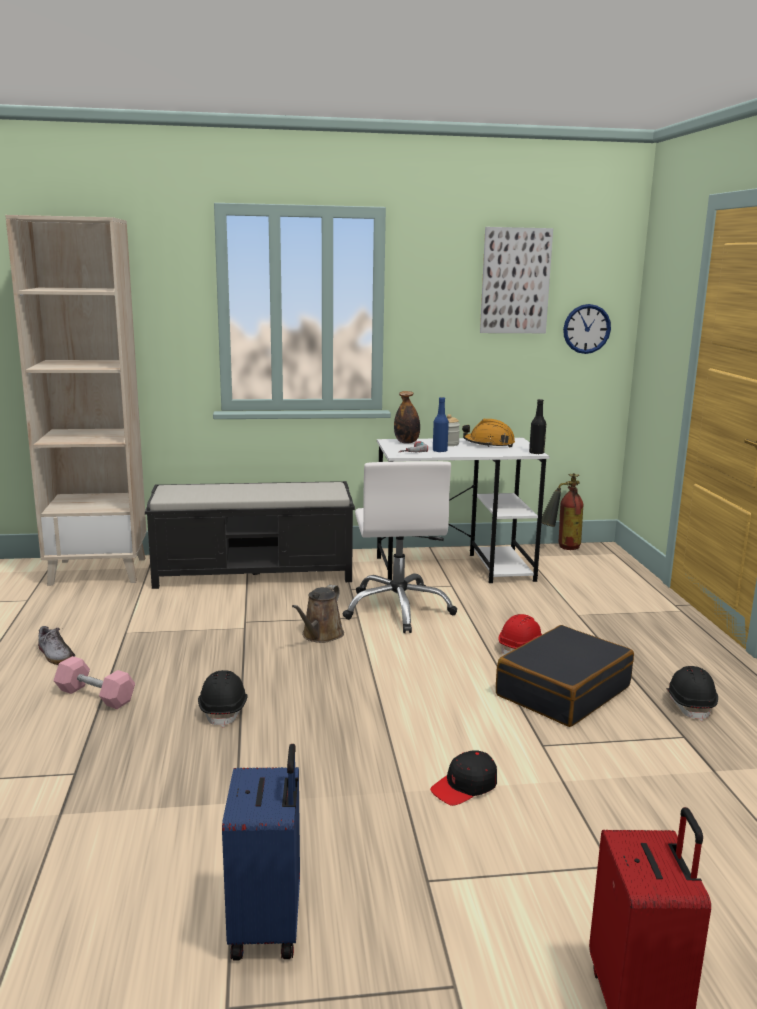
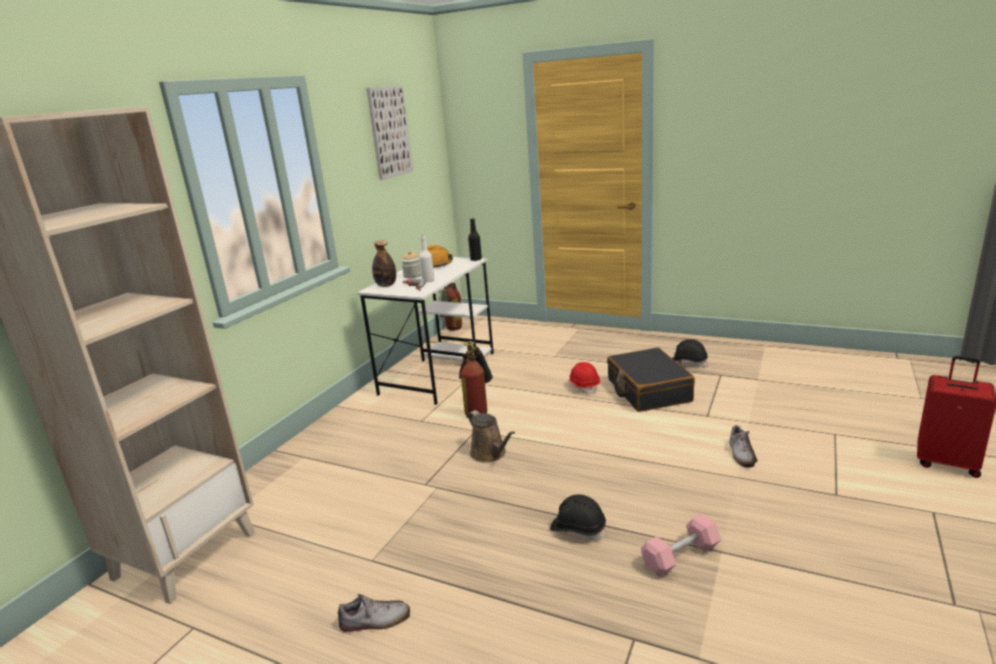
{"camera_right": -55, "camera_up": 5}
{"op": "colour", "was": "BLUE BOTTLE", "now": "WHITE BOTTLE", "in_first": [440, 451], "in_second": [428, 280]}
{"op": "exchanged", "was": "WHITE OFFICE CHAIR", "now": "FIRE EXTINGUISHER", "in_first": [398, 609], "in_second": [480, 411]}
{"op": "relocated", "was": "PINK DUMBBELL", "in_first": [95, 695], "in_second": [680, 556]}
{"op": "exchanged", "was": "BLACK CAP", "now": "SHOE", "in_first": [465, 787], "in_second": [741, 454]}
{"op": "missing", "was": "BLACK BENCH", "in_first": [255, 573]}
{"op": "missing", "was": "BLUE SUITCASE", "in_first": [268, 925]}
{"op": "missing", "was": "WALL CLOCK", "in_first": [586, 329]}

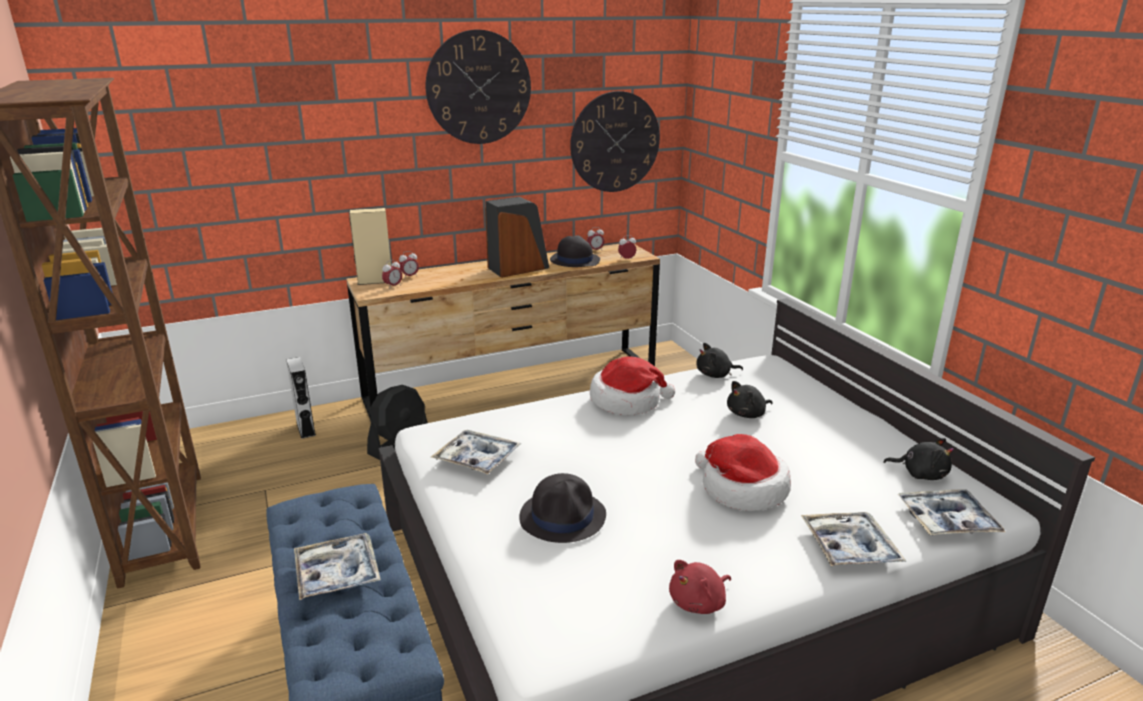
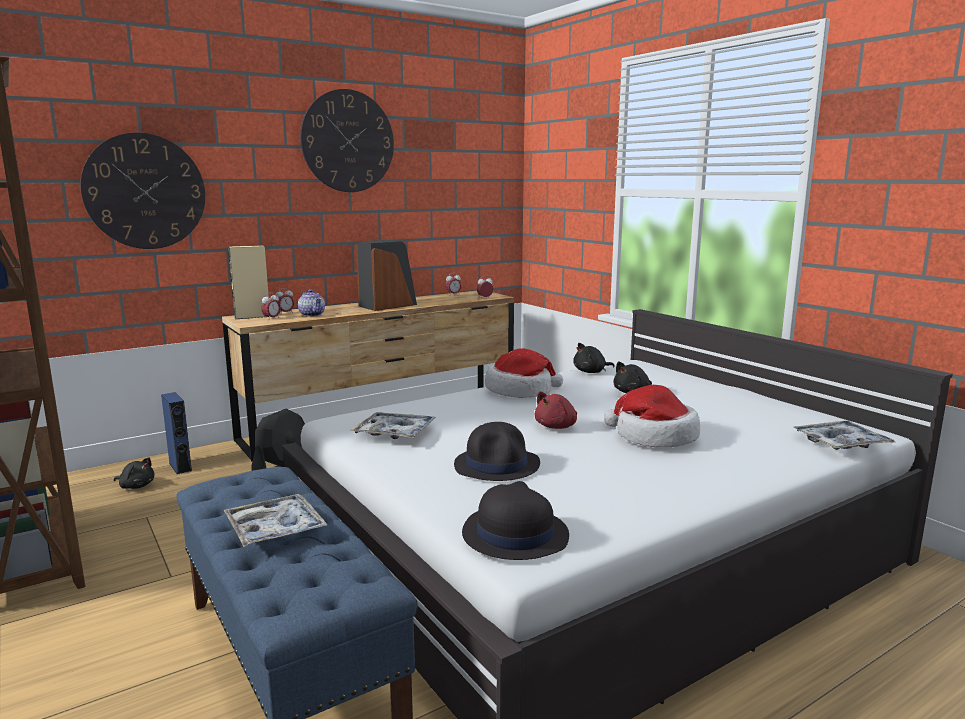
{"camera_right": -10, "camera_up": -10}
{"op": "relocated", "was": "WALL CLOCK", "in_first": [615, 142], "in_second": [145, 191]}
{"op": "relocated", "was": "BLACK PLUSH TOY", "in_first": [920, 474], "in_second": [136, 486]}
{"op": "colour", "was": "GREY SPEAKER", "now": "BLUE SPEAKER", "in_first": [306, 429], "in_second": [180, 467]}
{"op": "appeared", "now": "TEAPOT", "in_second": [312, 314]}
{"op": "relocated", "was": "BLACK HAT", "in_first": [574, 260], "in_second": [514, 534]}
{"op": "relocated", "was": "RED PLUSH TOY", "in_first": [699, 602], "in_second": [557, 426]}
{"op": "missing", "was": "TRAY", "in_first": [849, 547]}

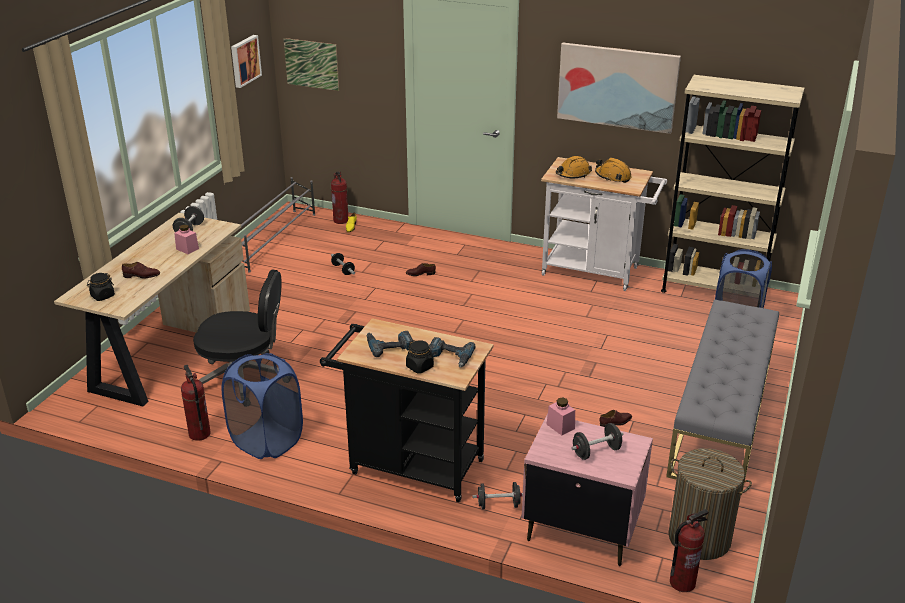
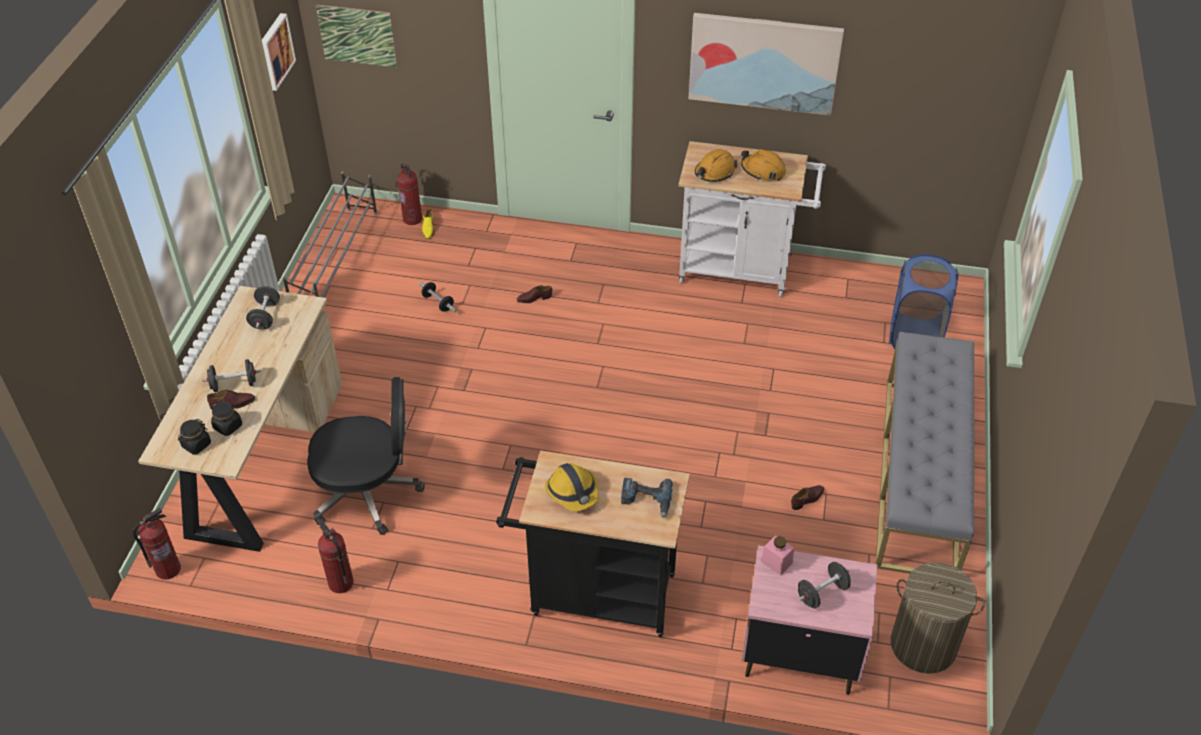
{"camera_right": -10, "camera_up": 15}
{"op": "relocated", "was": "FIRE EXTINGUISHER", "in_first": [682, 582], "in_second": [168, 569]}
{"op": "relocated", "was": "BLACK DUMBBELL", "in_first": [498, 505], "in_second": [234, 384]}
{"op": "relocated", "was": "BLACK JAR", "in_first": [420, 367], "in_second": [228, 426]}
{"op": "exchanged", "was": "POWER DRILL", "now": "HARD HAT", "in_first": [389, 345], "in_second": [573, 492]}
{"op": "missing", "was": "PINK JAR", "in_first": [187, 249]}
{"op": "missing", "was": "BLUE LAUNDRY BASKET", "in_first": [266, 441]}
{"op": "missing", "was": "BEIGE BOOKCASE", "in_first": [713, 290]}

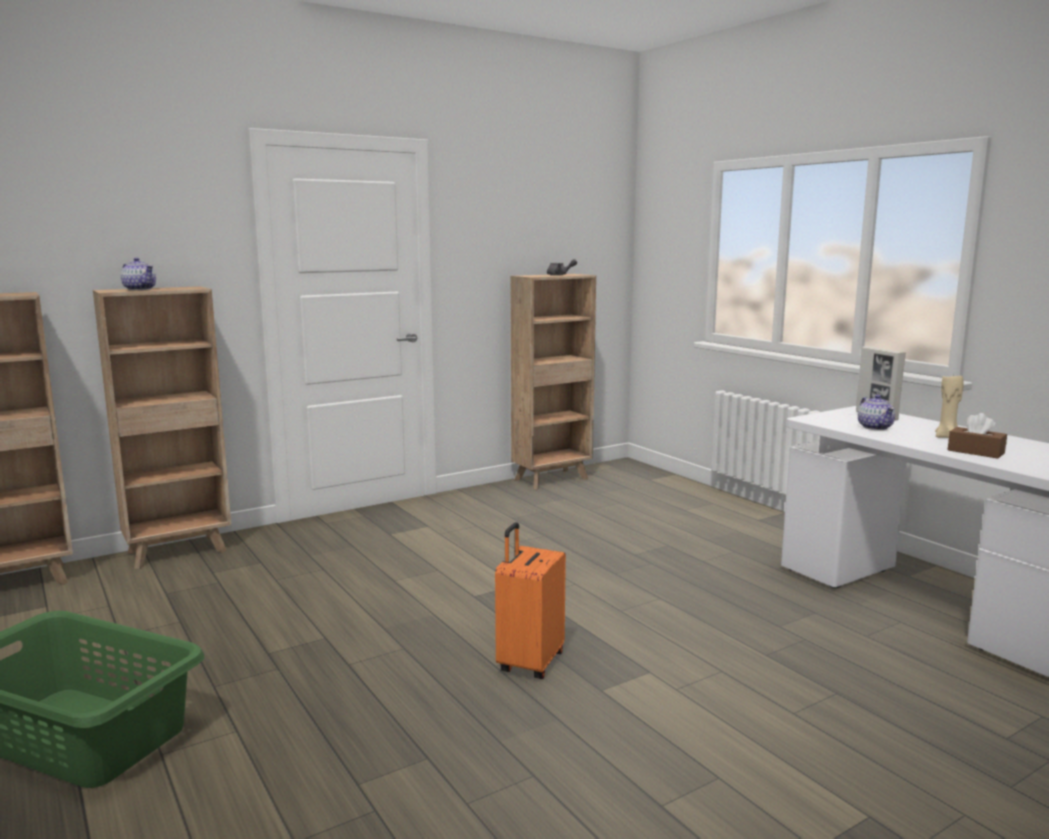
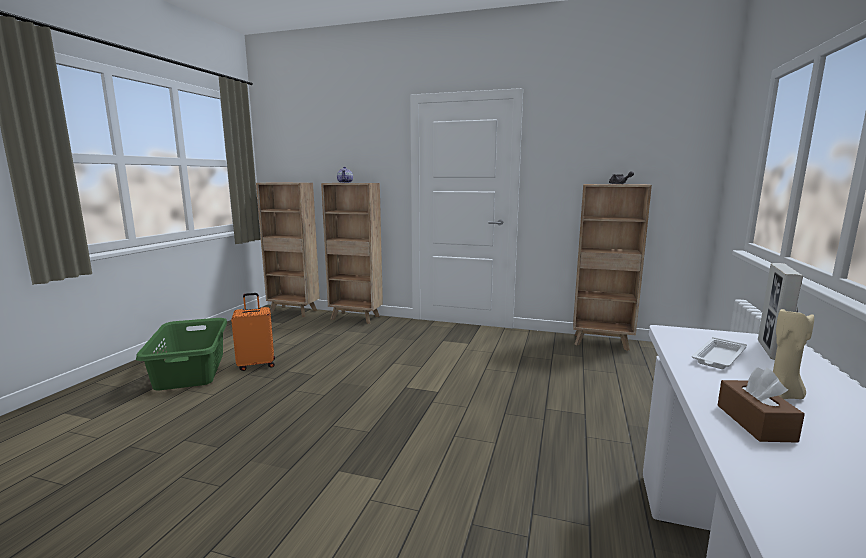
{"camera_right": 50, "camera_up": 0}
{"op": "relocated", "was": "ORANGE SUITCASE", "in_first": [529, 663], "in_second": [257, 364]}
{"op": "exchanged", "was": "TEAPOT", "now": "WHITE TRAY", "in_first": [875, 427], "in_second": [718, 358]}

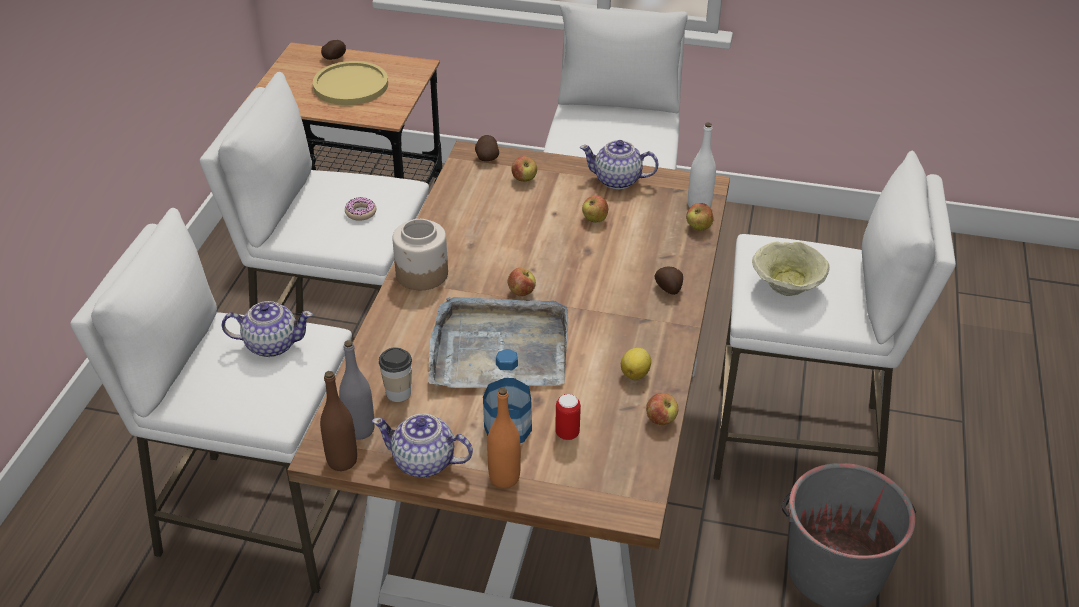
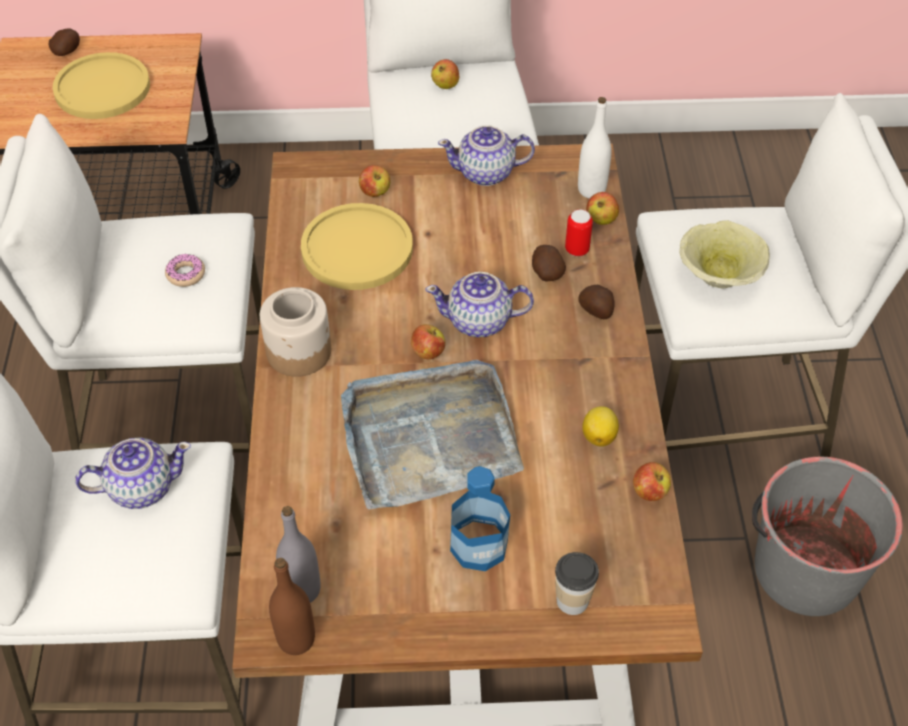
{"camera_right": -15, "camera_up": 10}
{"op": "appeared", "now": "YELLOW PLATE", "in_second": [357, 248]}
{"op": "relocated", "was": "TEAPOT", "in_first": [424, 462], "in_second": [480, 321]}
{"op": "relocated", "was": "APPLE", "in_first": [595, 219], "in_second": [445, 85]}
{"op": "relocated", "was": "POTATO", "in_first": [487, 157], "in_second": [546, 272]}
{"op": "relocated", "was": "CUP", "in_first": [398, 393], "in_second": [572, 600]}
{"op": "relocated", "was": "CAN", "in_first": [567, 433], "in_second": [577, 250]}
{"op": "missing", "was": "ORANGE BOTTLE", "in_first": [504, 477]}

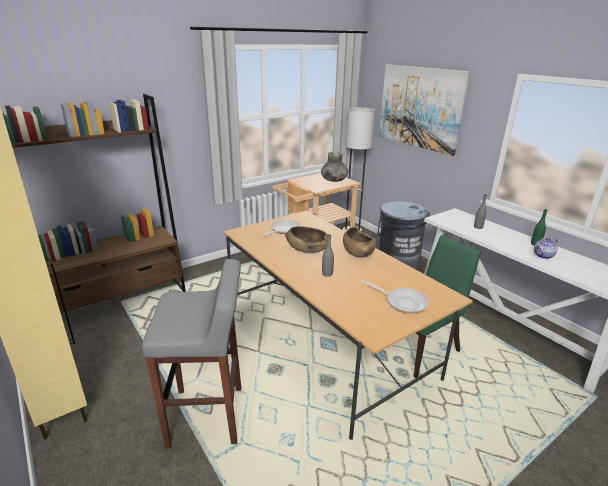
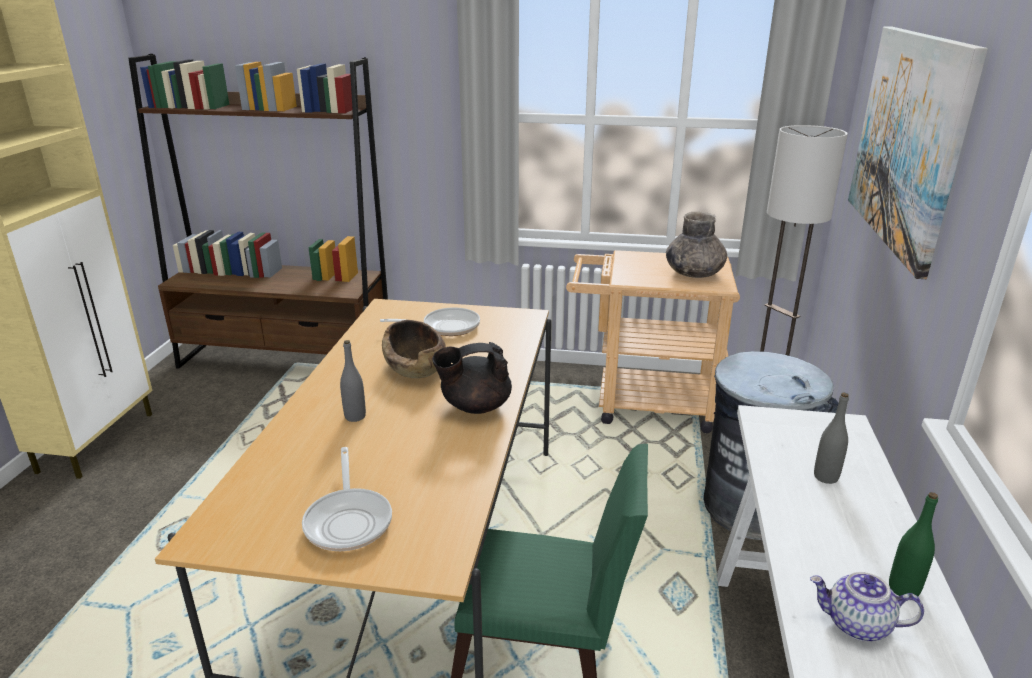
{"camera_right": 45, "camera_up": 0}
{"op": "exchanged", "was": "BROWN BOWL", "now": "BLACK TEAPOT", "in_first": [358, 251], "in_second": [475, 406]}
{"op": "missing", "was": "GREY STOOL", "in_first": [208, 416]}

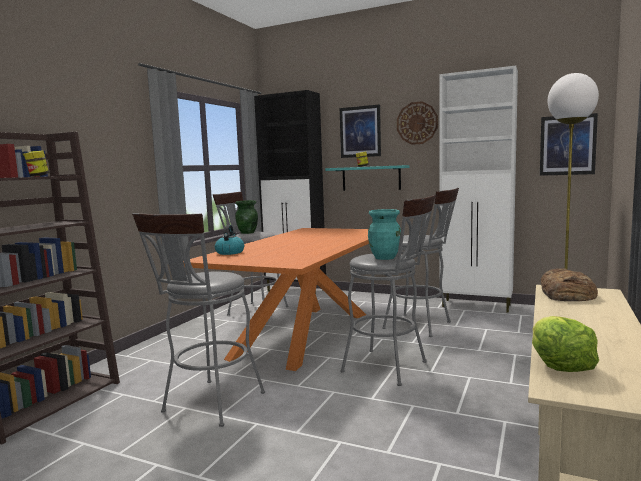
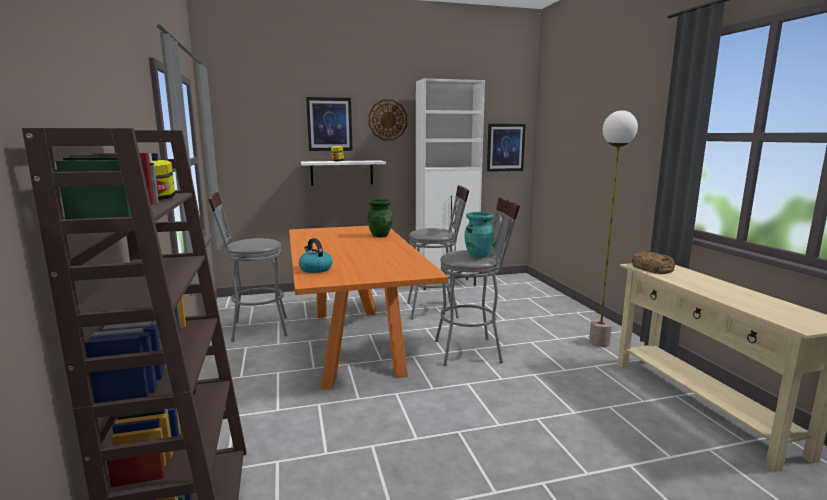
{"camera_right": -40, "camera_up": 5}
{"op": "colour", "was": "TURQUOISE SHELF", "now": "WHITE SHELF", "in_first": [371, 178], "in_second": [342, 172]}
{"op": "relocated", "was": "GREEN VASE", "in_first": [248, 232], "in_second": [380, 235]}
{"op": "missing", "was": "GREY STOOL", "in_first": [209, 405]}
{"op": "missing", "was": "BLACK CABINET", "in_first": [296, 290]}
{"op": "missing", "was": "LETTUCE", "in_first": [559, 364]}

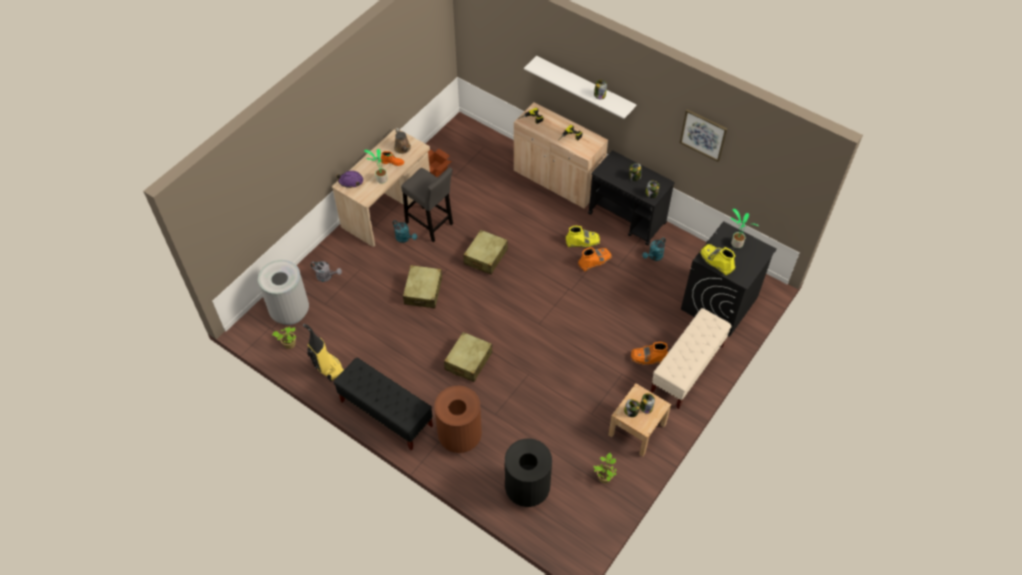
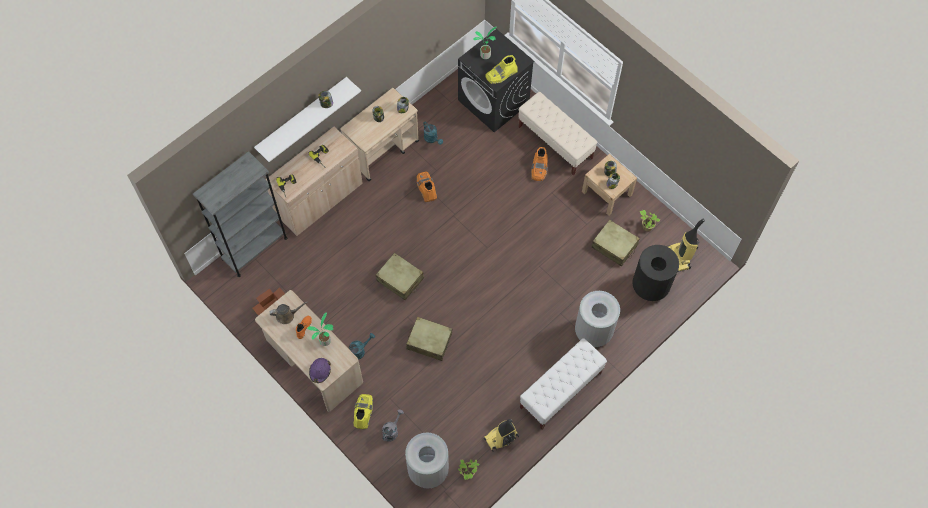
{"camera_right": -80, "camera_up": 10}
{"op": "appeared", "now": "GREY BOOKCASE", "in_second": [254, 248]}
{"op": "colour", "was": "BLACK CART", "now": "BEIGE CART", "in_first": [627, 218], "in_second": [383, 150]}
{"op": "relocated", "was": "YELLOW BOOT", "in_first": [582, 241], "in_second": [363, 412]}
{"op": "colour", "was": "BLACK BENCH", "now": "WHITE BENCH", "in_first": [386, 414], "in_second": [560, 390]}
{"op": "colour", "was": "BROWN TRASH CAN", "now": "GREY TRASH CAN", "in_first": [460, 437], "in_second": [593, 331]}
{"op": "relocated", "was": "BEIGE SUITCASE", "in_first": [468, 361], "in_second": [614, 246]}
{"op": "appeared", "now": "VACUUM CLEANER", "in_second": [679, 258]}
{"op": "missing", "was": "GREY STOOL", "in_first": [430, 225]}
{"op": "missing", "was": "PICTURE", "in_first": [703, 135]}

